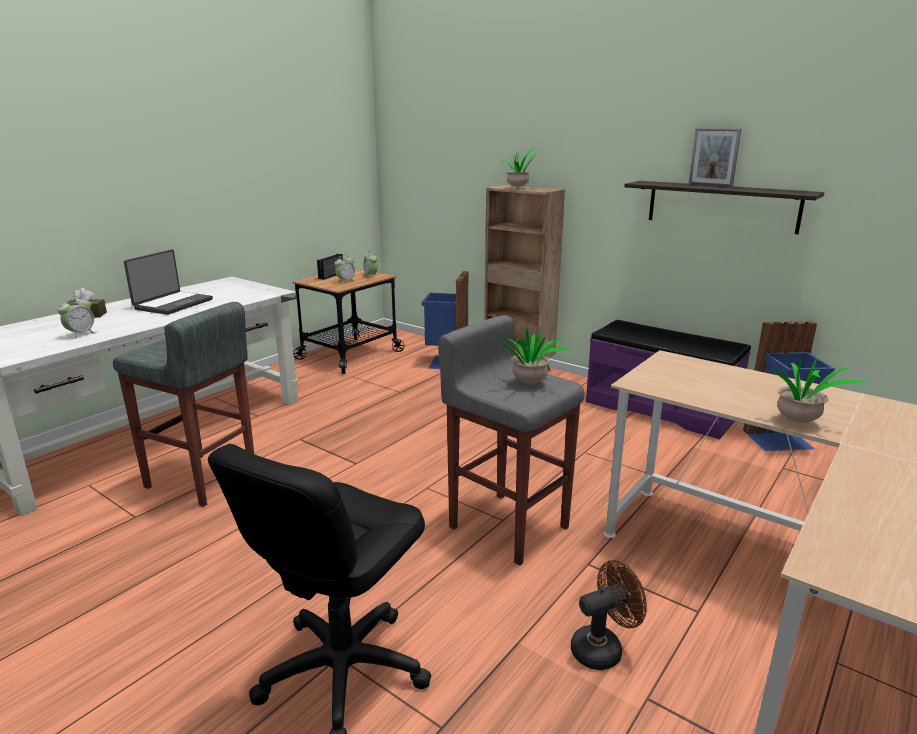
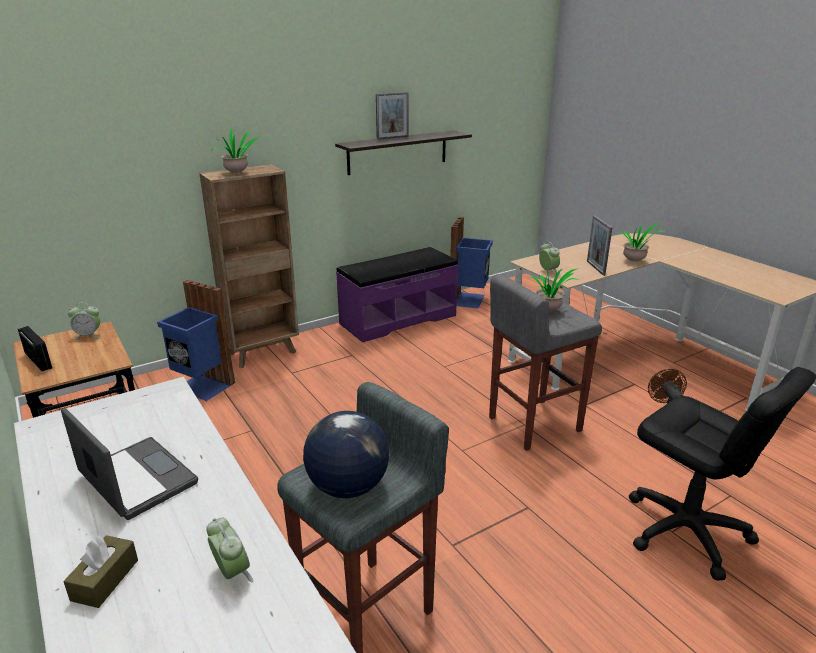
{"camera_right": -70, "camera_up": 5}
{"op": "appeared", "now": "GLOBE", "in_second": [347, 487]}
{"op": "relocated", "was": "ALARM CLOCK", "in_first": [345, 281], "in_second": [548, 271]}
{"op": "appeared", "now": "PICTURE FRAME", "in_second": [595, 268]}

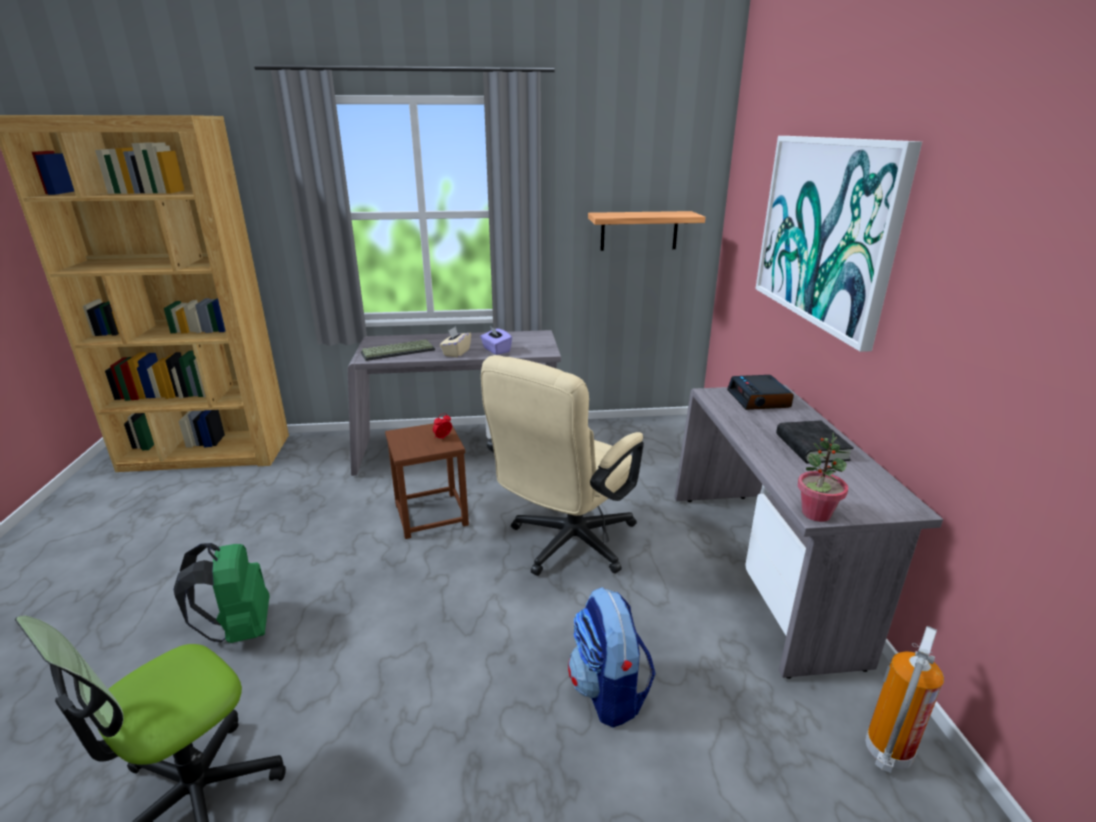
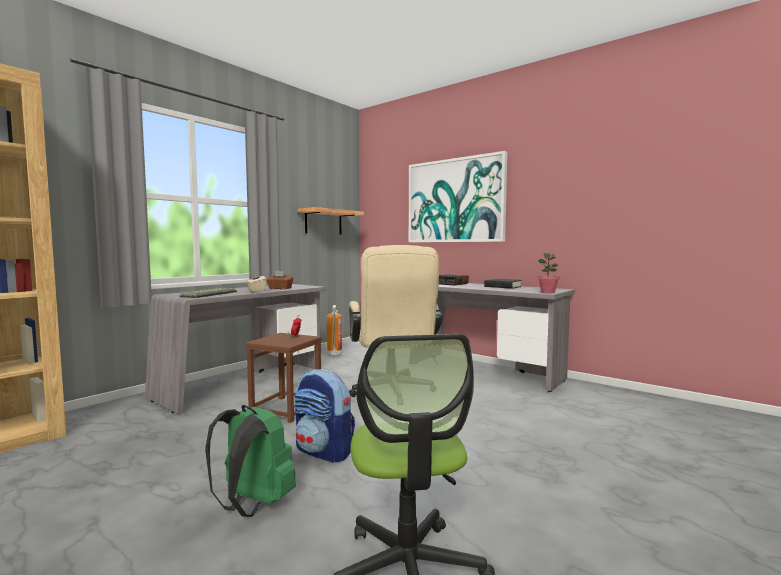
{"camera_right": -45, "camera_up": -20}
{"op": "colour", "was": "PURPLE TISSUE BOX", "now": "BROWN TISSUE BOX", "in_first": [496, 350], "in_second": [280, 288]}
{"op": "relocated", "was": "BACKPACK", "in_first": [608, 691], "in_second": [324, 451]}
{"op": "relocated", "was": "FIRE EXTINGUISHER", "in_first": [887, 754], "in_second": [334, 355]}

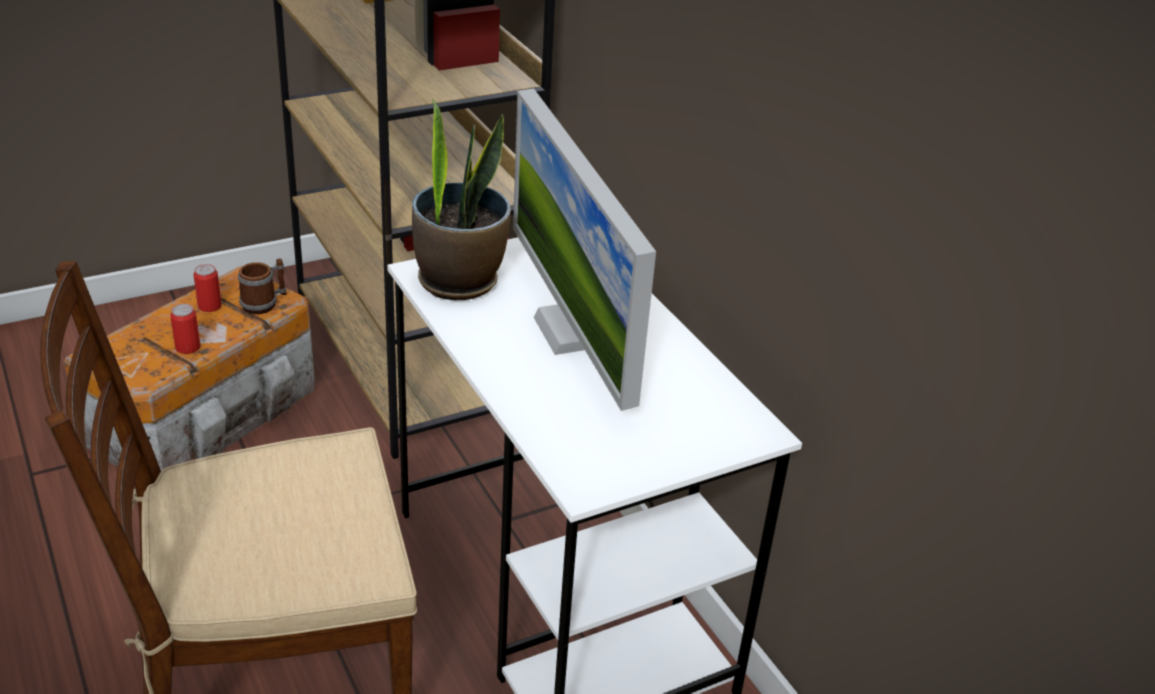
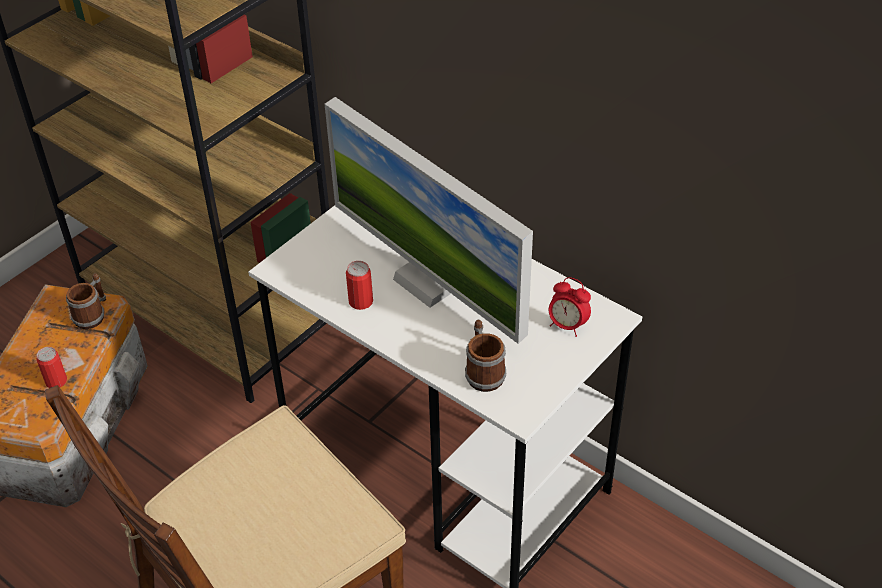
{"camera_right": -20, "camera_up": 10}
{"op": "relocated", "was": "CAN", "in_first": [209, 306], "in_second": [361, 301]}
{"op": "appeared", "now": "MUG", "in_second": [483, 372]}
{"op": "appeared", "now": "ALARM CLOCK", "in_second": [567, 326]}
{"op": "missing", "was": "POTTED PLANT", "in_first": [459, 281]}

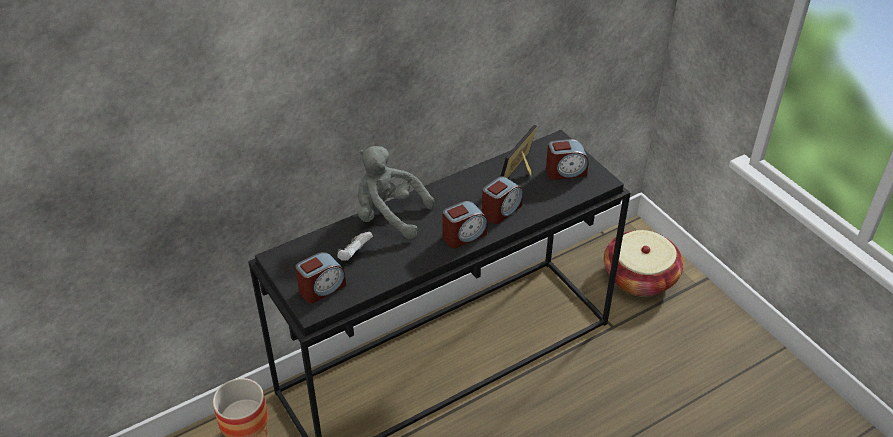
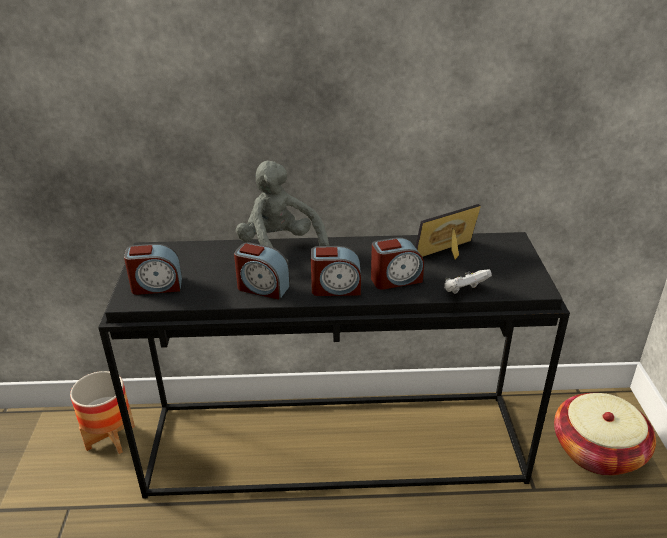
{"camera_right": 30, "camera_up": -10}
{"op": "relocated", "was": "ALARM CLOCK", "in_first": [565, 171], "in_second": [262, 287]}
{"op": "relocated", "was": "WHITE GAME CONTROLLER", "in_first": [354, 254], "in_second": [464, 291]}

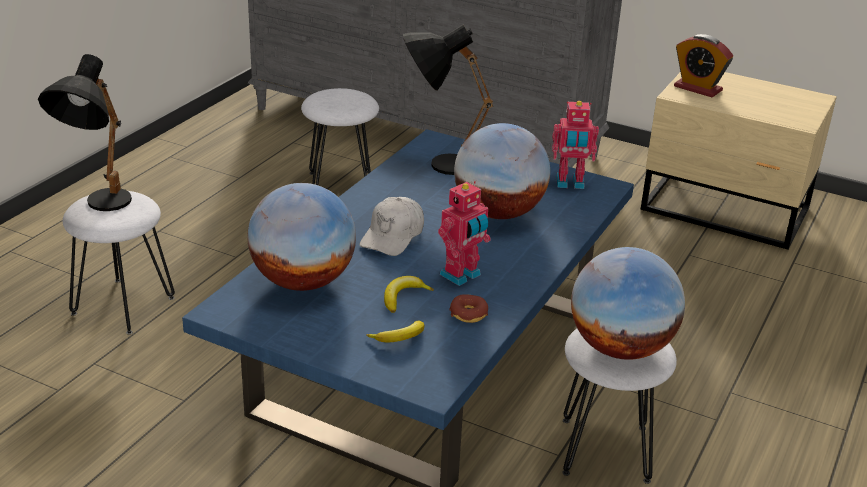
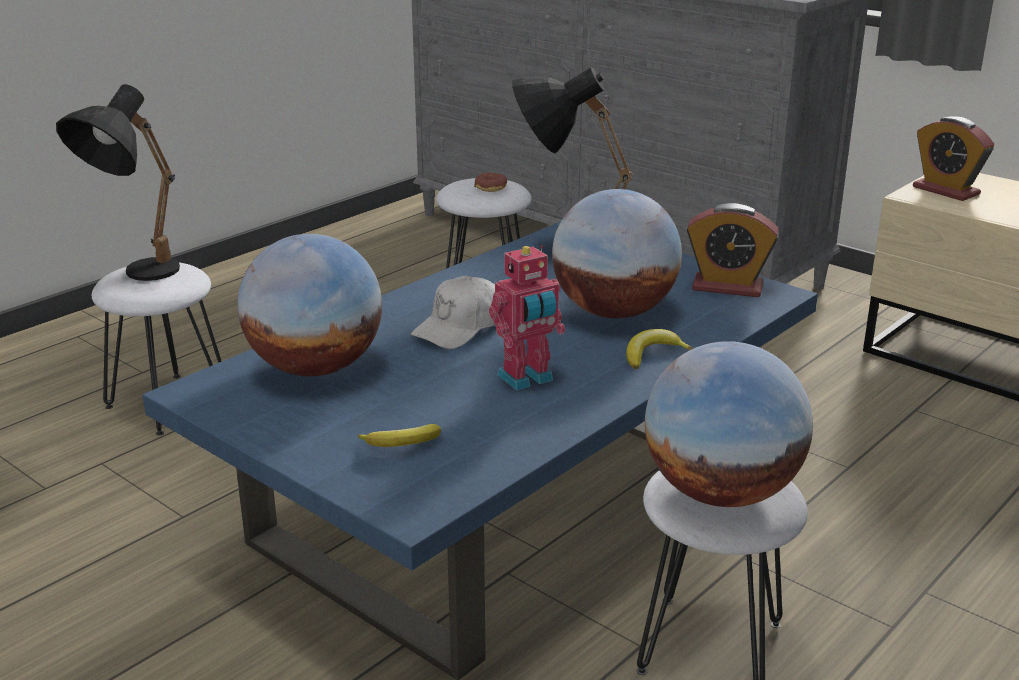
{"camera_right": 15, "camera_up": -5}
{"op": "relocated", "was": "DONUT", "in_first": [468, 314], "in_second": [491, 187]}
{"op": "relocated", "was": "BANANA", "in_first": [403, 297], "in_second": [652, 355]}
{"op": "exchanged", "was": "TOY ROBOT", "now": "ALARM CLOCK", "in_first": [570, 183], "in_second": [727, 287]}

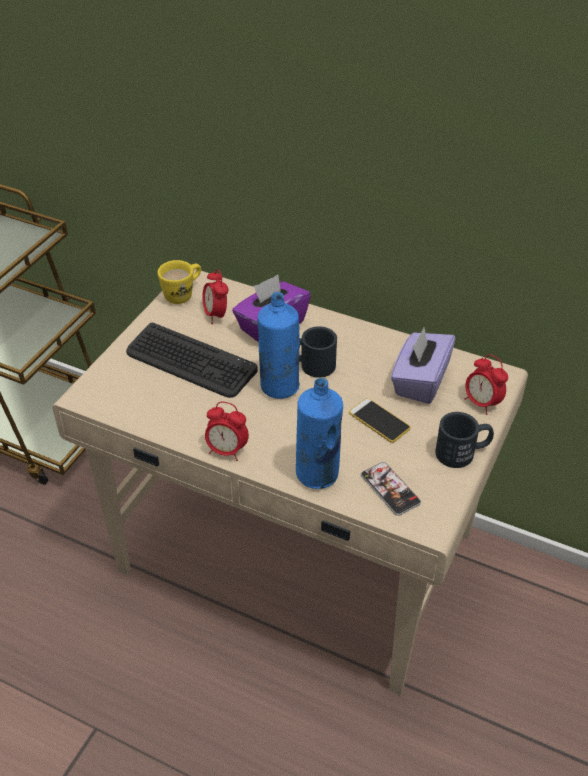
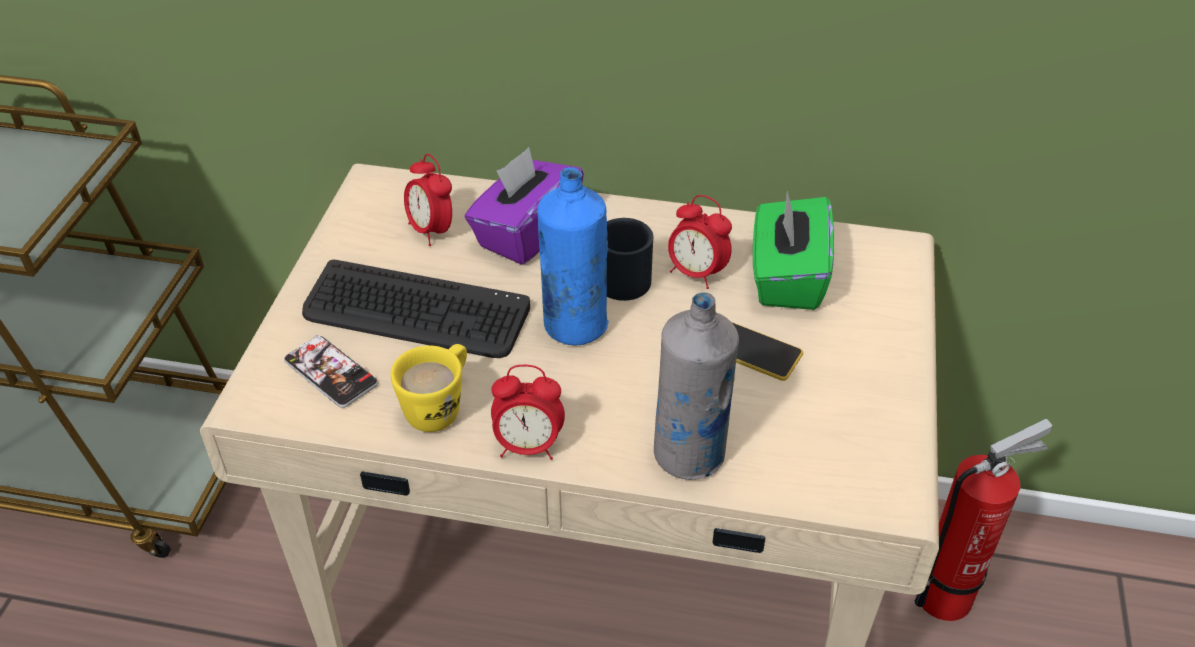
{"camera_right": -15, "camera_up": 0}
{"op": "relocated", "was": "PHONE", "in_first": [390, 489], "in_second": [331, 372]}
{"op": "relocated", "was": "YELLOW MUG", "in_first": [183, 294], "in_second": [440, 406]}
{"op": "colour", "was": "BLUE BOTTLE", "now": "GREY BOTTLE", "in_first": [317, 474], "in_second": [689, 455]}
{"op": "relocated", "was": "ALARM CLOCK", "in_first": [481, 403], "in_second": [696, 273]}
{"op": "colour", "was": "PURPLE TISSUE BOX", "now": "GREEN TISSUE BOX", "in_first": [420, 381], "in_second": [786, 278]}
{"op": "appeared", "now": "FIRE EXTINGUISHER", "in_second": [950, 594]}
{"op": "missing", "was": "BLACK MUG", "in_first": [462, 452]}

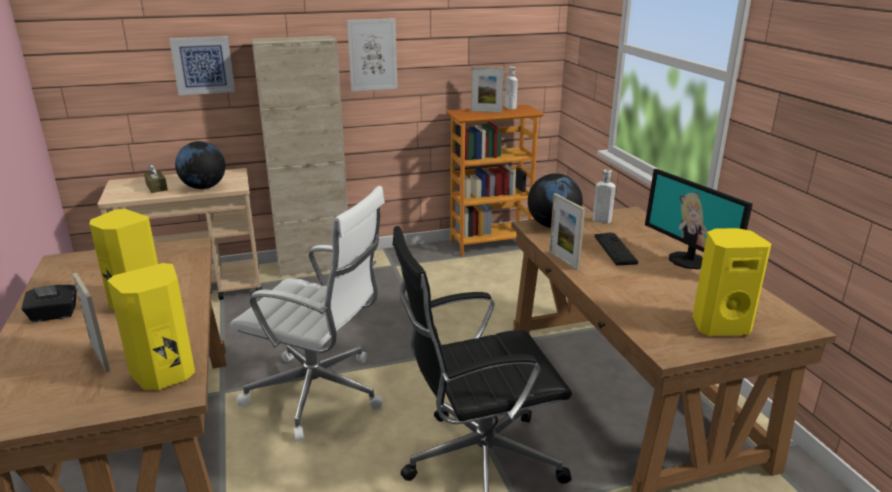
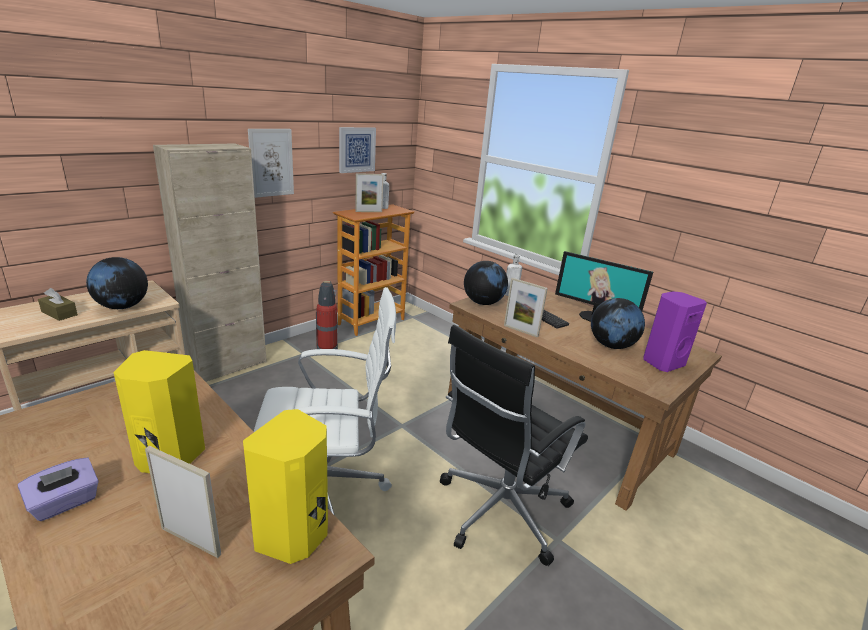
{"camera_right": -30, "camera_up": 0}
{"op": "colour", "was": "BLACK TISSUE BOX", "now": "PURPLE TISSUE BOX", "in_first": [53, 315], "in_second": [65, 503]}
{"op": "appeared", "now": "FIRE EXTINGUISHER", "in_second": [327, 348]}
{"op": "relocated", "was": "PICTURE", "in_first": [203, 65], "in_second": [356, 149]}
{"op": "appeared", "now": "GLOBE", "in_second": [611, 345]}
{"op": "colour", "was": "YELLOW SPEAKER", "now": "PURPLE SPEAKER", "in_first": [719, 325], "in_second": [662, 362]}

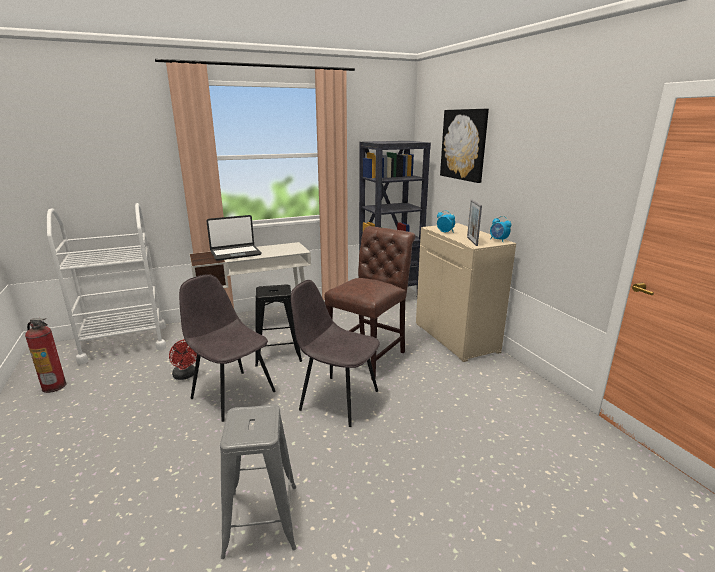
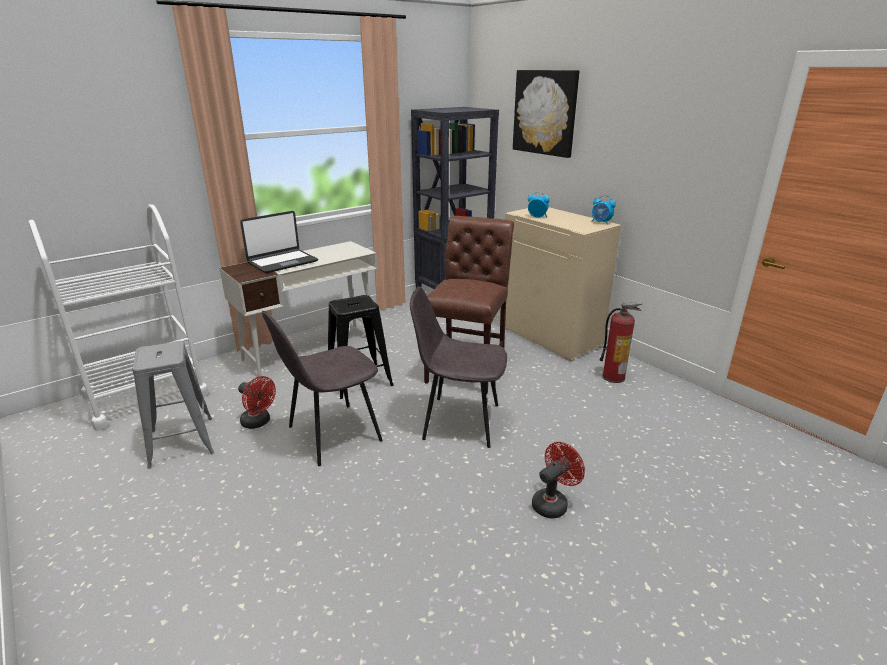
{"camera_right": -15, "camera_up": 5}
{"op": "relocated", "was": "GREY STOOL", "in_first": [261, 519], "in_second": [182, 441]}
{"op": "spun", "was": "GREY CHAIR", "in_first": [232, 394], "in_second": [332, 434], "clockwise": -60}
{"op": "appeared", "now": "RED FAN", "in_second": [553, 503]}
{"op": "relocated", "was": "FIRE EXTINGUISHER", "in_first": [54, 386], "in_second": [613, 377]}
{"op": "missing", "was": "PICTURE FRAME", "in_first": [472, 241]}

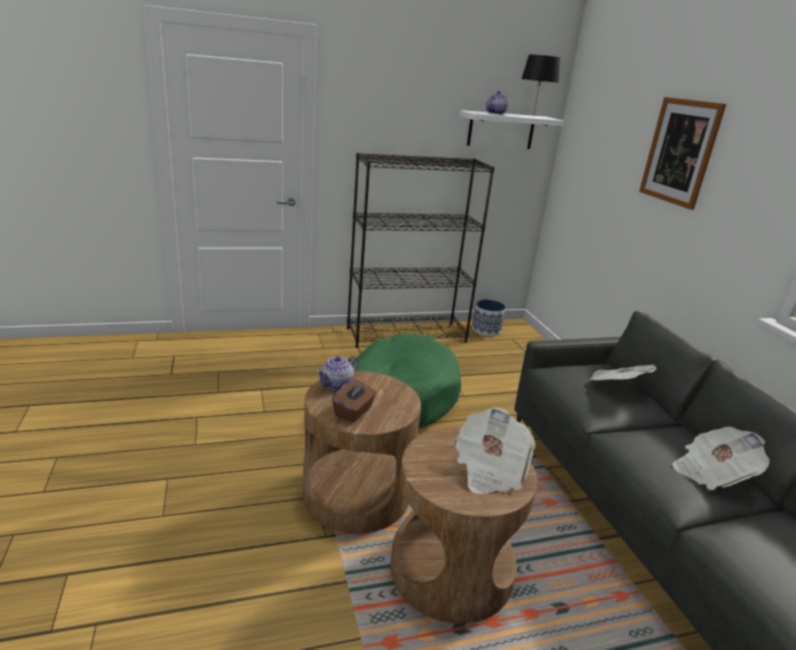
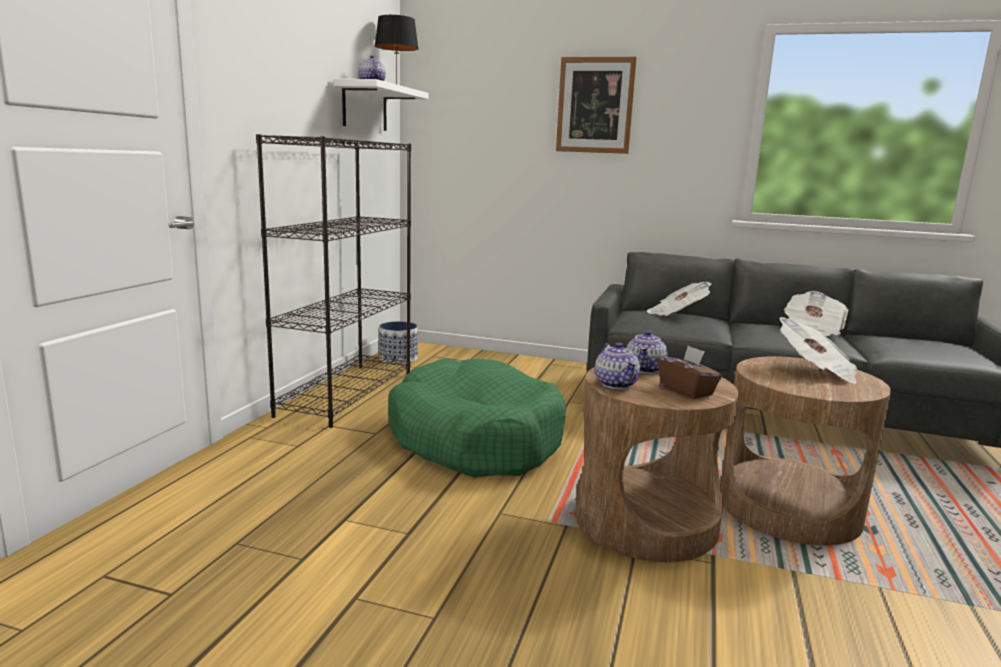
{"camera_right": -55, "camera_up": -10}
{"op": "appeared", "now": "TEAPOT", "in_second": [645, 369]}

